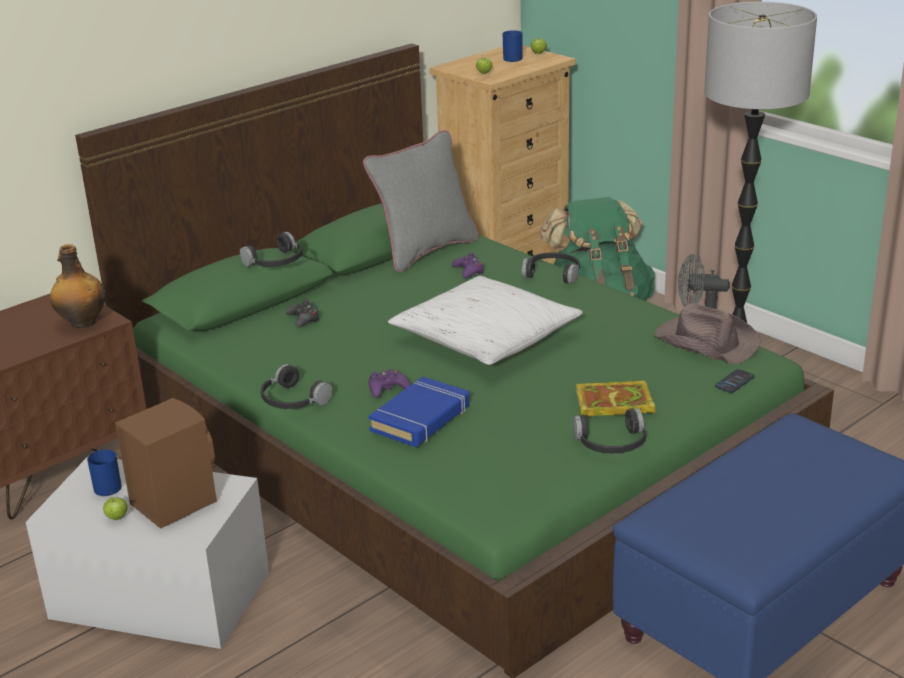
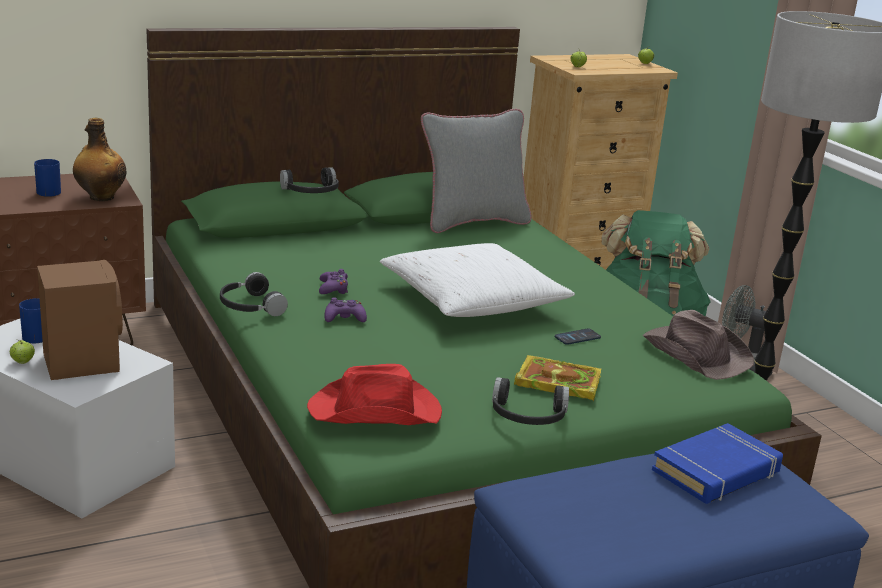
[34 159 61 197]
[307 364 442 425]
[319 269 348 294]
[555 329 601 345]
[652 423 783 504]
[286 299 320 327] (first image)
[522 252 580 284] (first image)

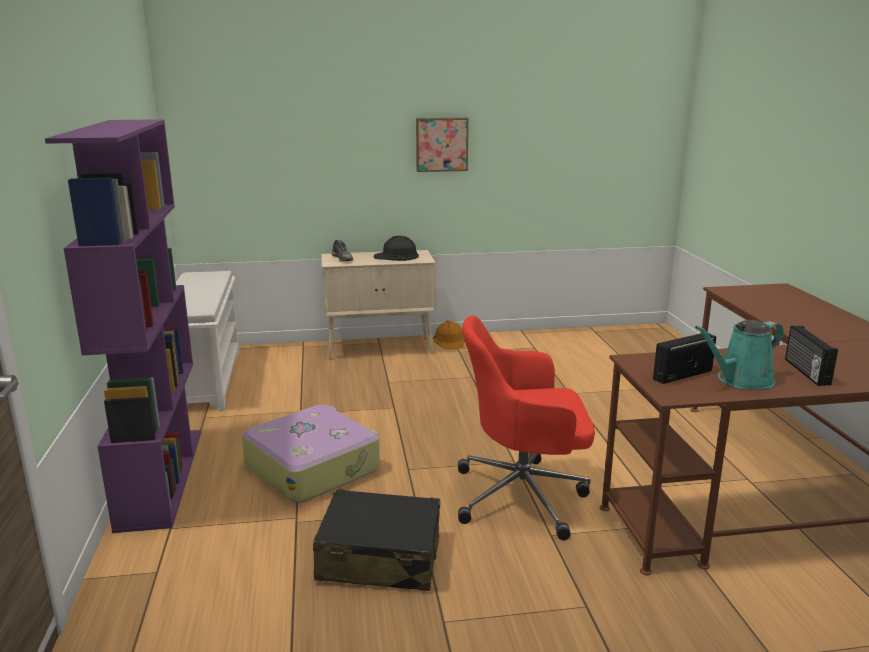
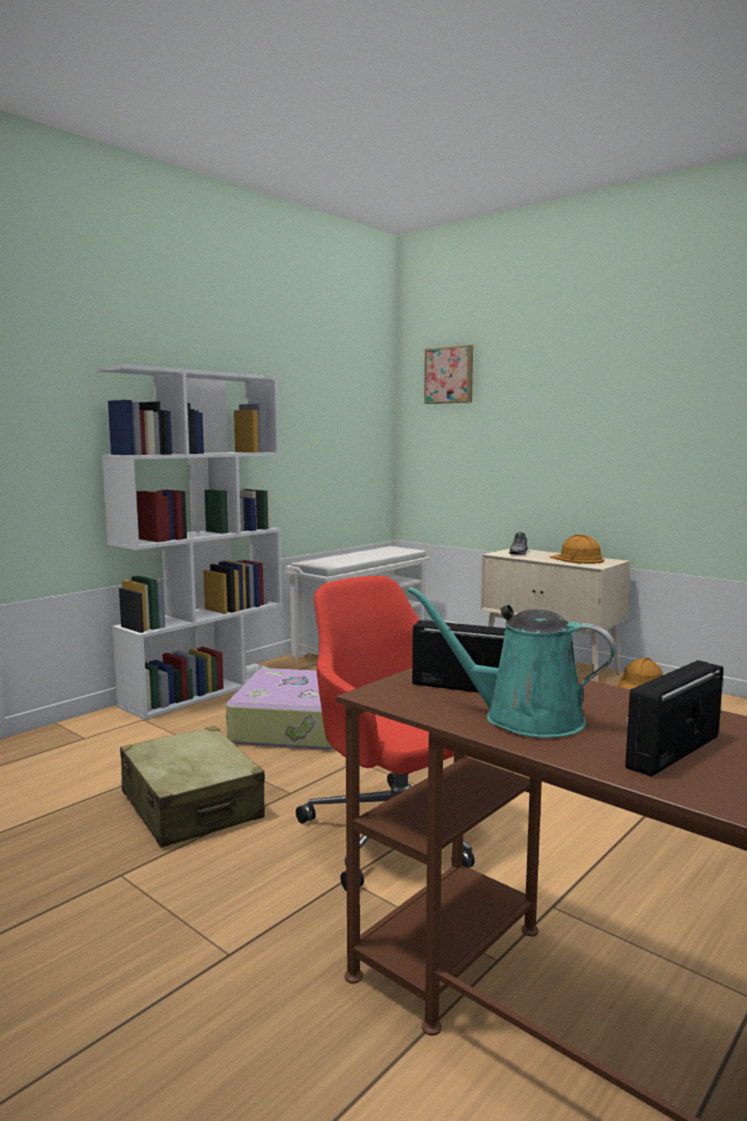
[96 364 282 720]
[120 726 265 848]
[424 345 473 404]
[550 534 604 564]

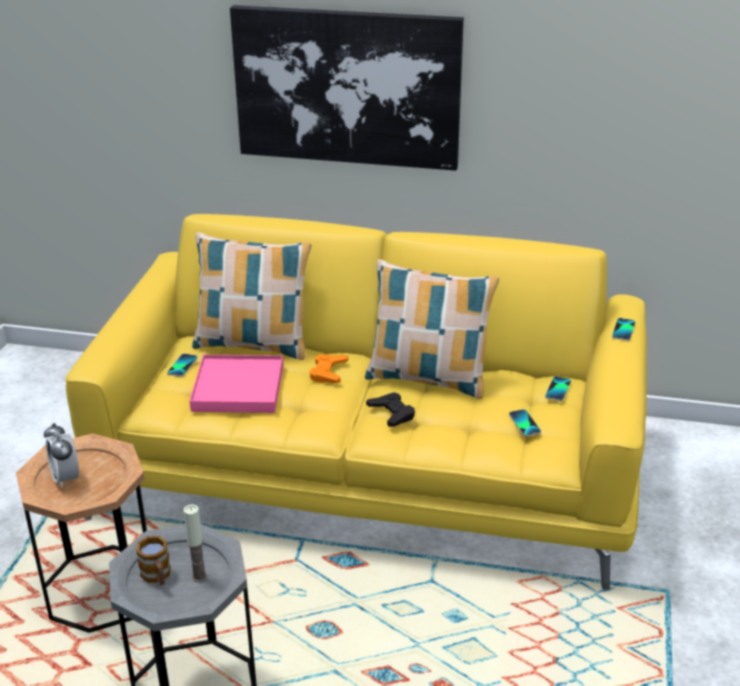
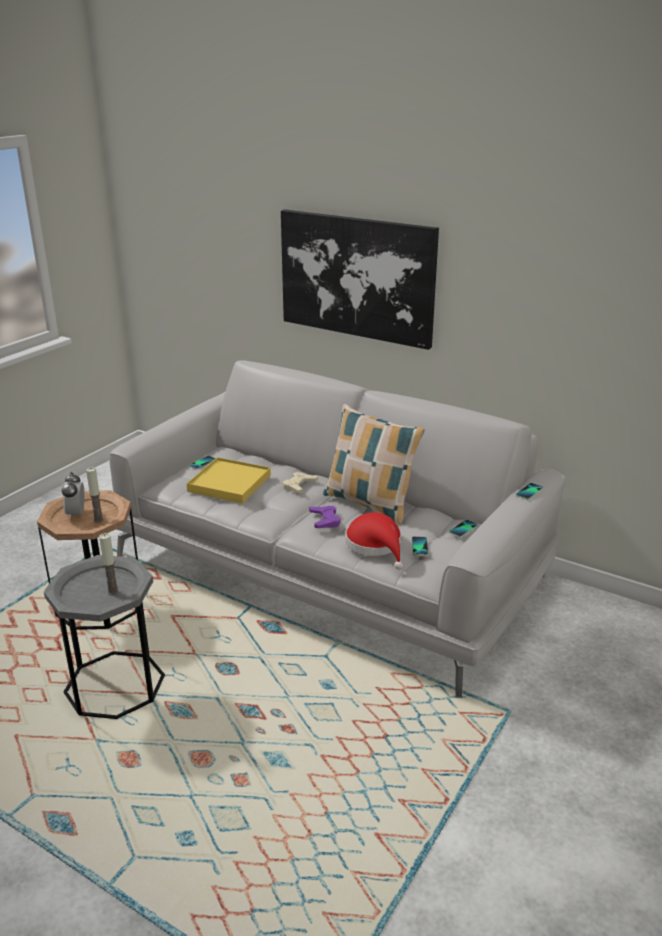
[86 467 104 523]
[109 360 566 697]
[187 457 271 504]
[283 472 318 493]
[309 506 340 528]
[345 512 403 570]
[136 536 171 585] (first image)
[192 232 311 360] (first image)

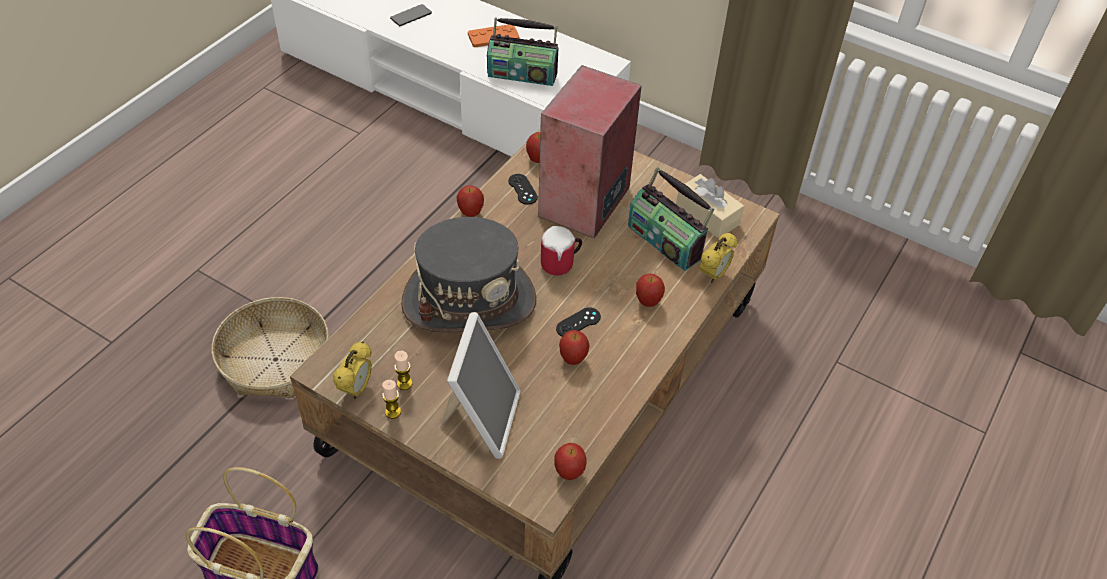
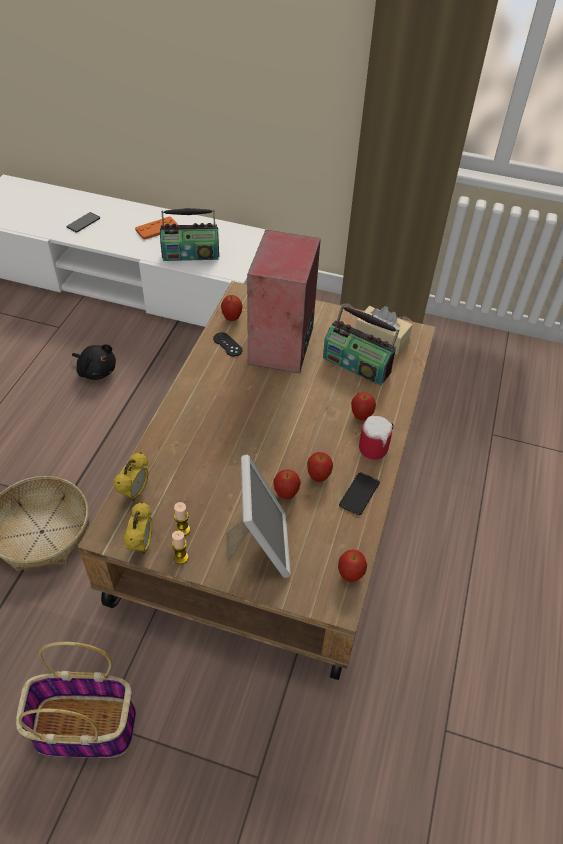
[72 344 116 380]
[113 452 149 502]
[274 470 301 499]
[339 472 380 515]
[359 416 394 460]
[401 217 536 333] (first image)
[556 307 601 337] (first image)

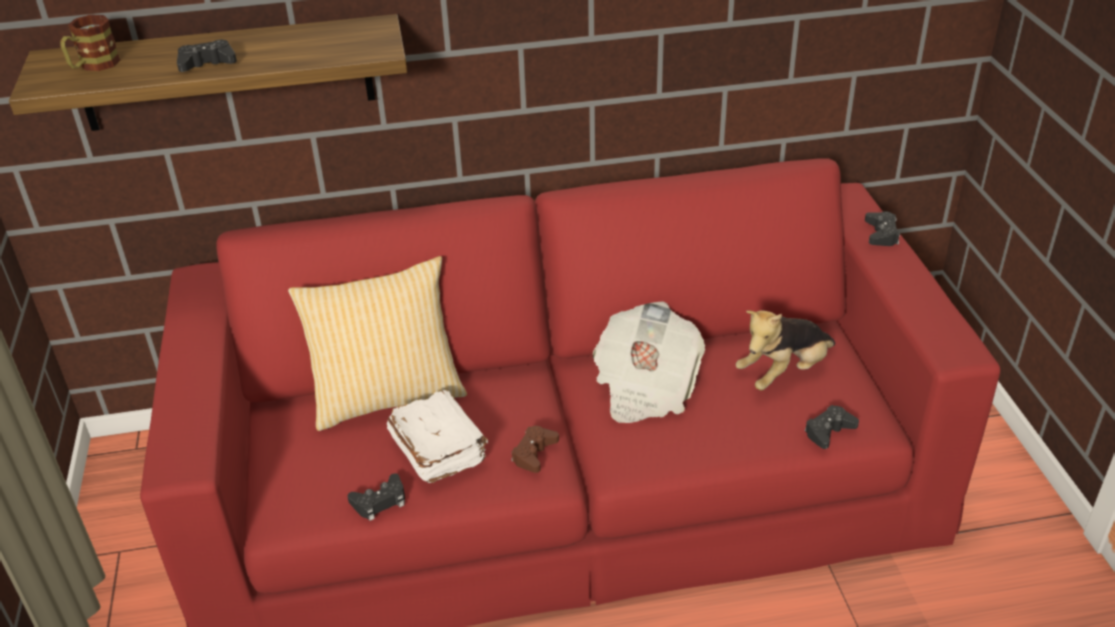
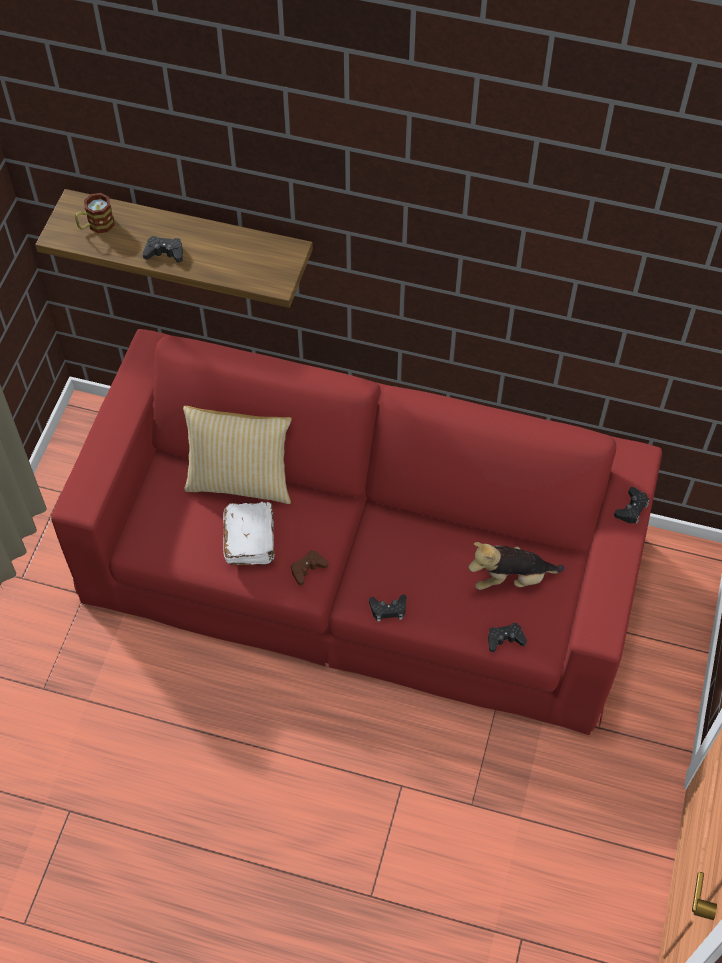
[369 594 407 622]
[593 302 705 423] (first image)

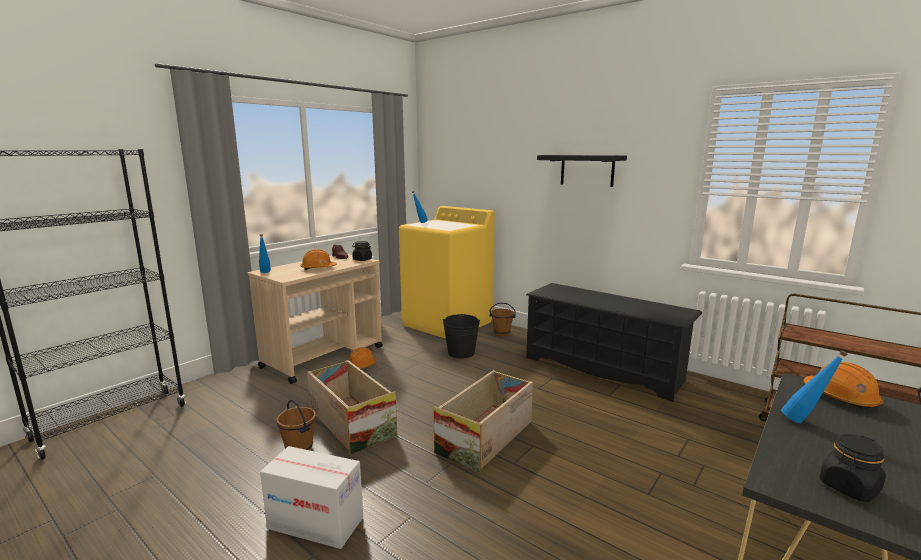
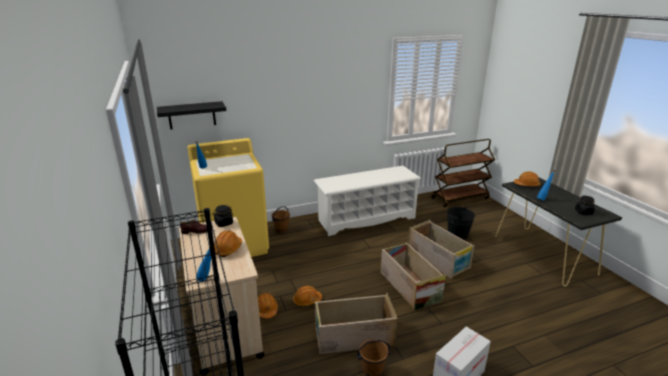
[157 101 226 130]
[293 286 322 306]
[314 166 421 236]
[408 220 474 279]
[447 207 475 240]

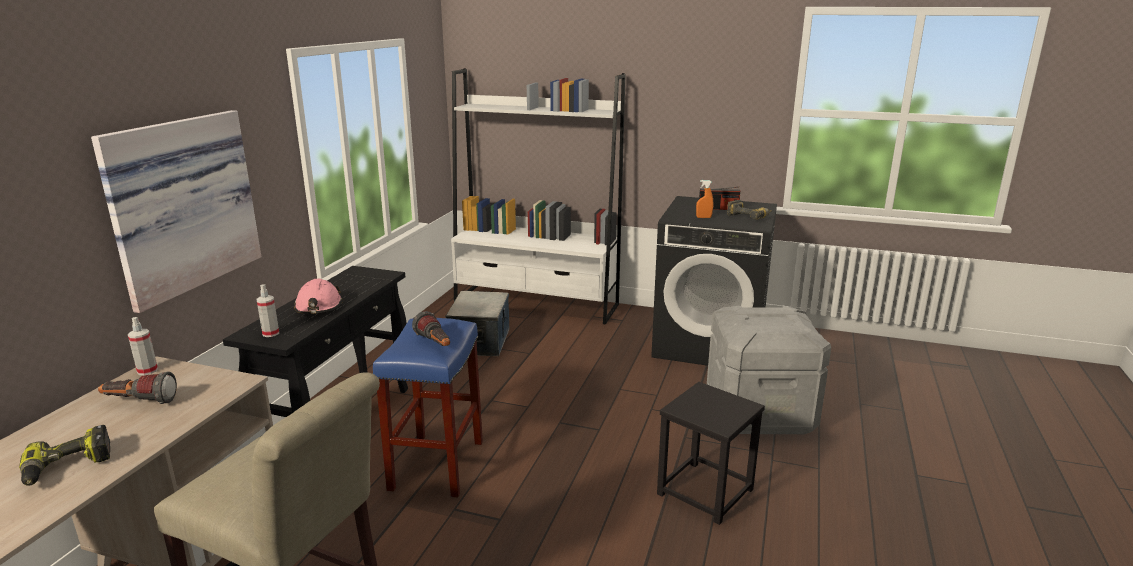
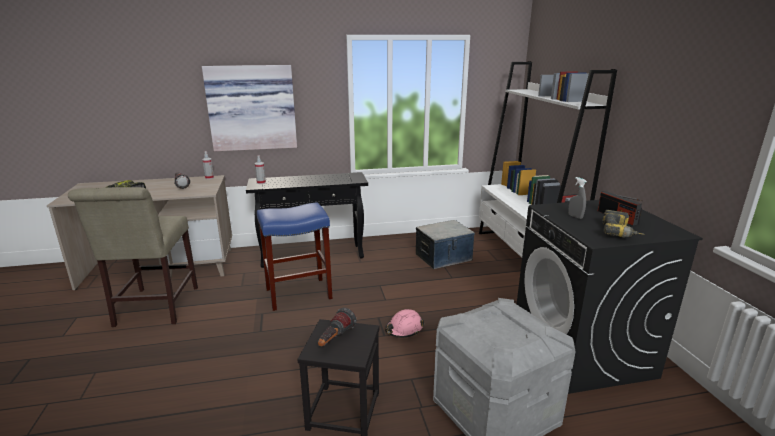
[318 307 357 347]
[385 309 424 338]
[568 177 587 219]

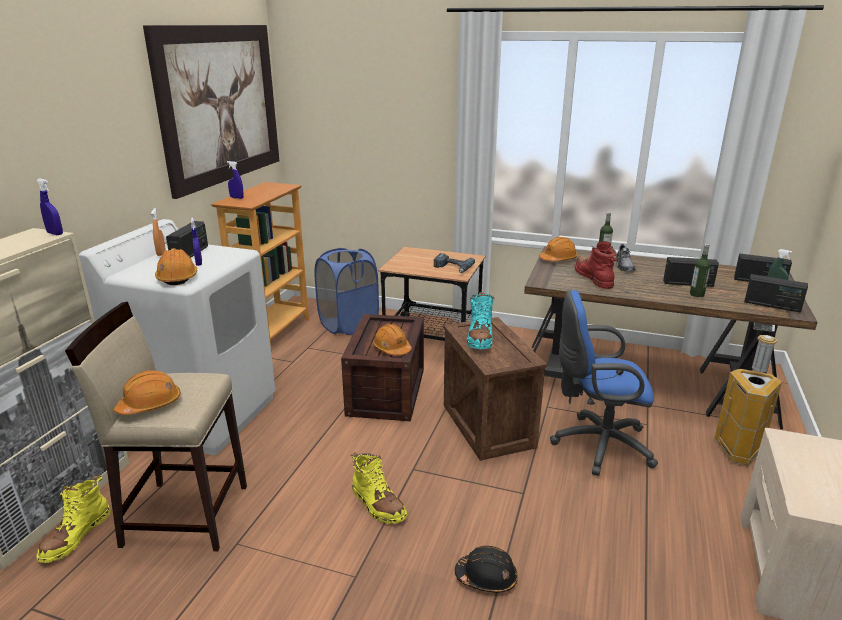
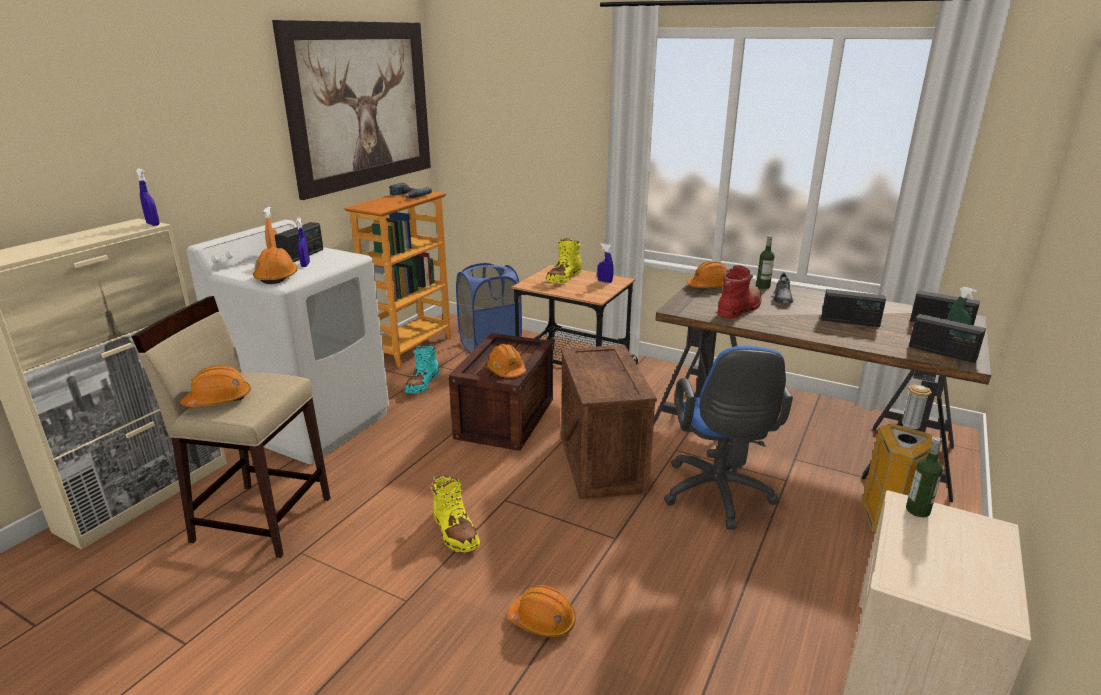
[389 183 432 198]
[405 344 439 393]
[508 585 576 637]
[546 238 582 283]
[597 243 614 283]
[664 346 793 530]
[717 265 762 319]
[906 437 943 517]

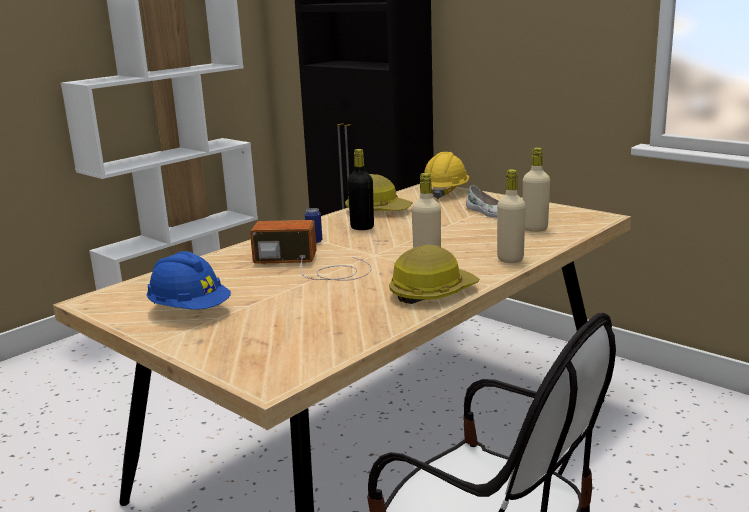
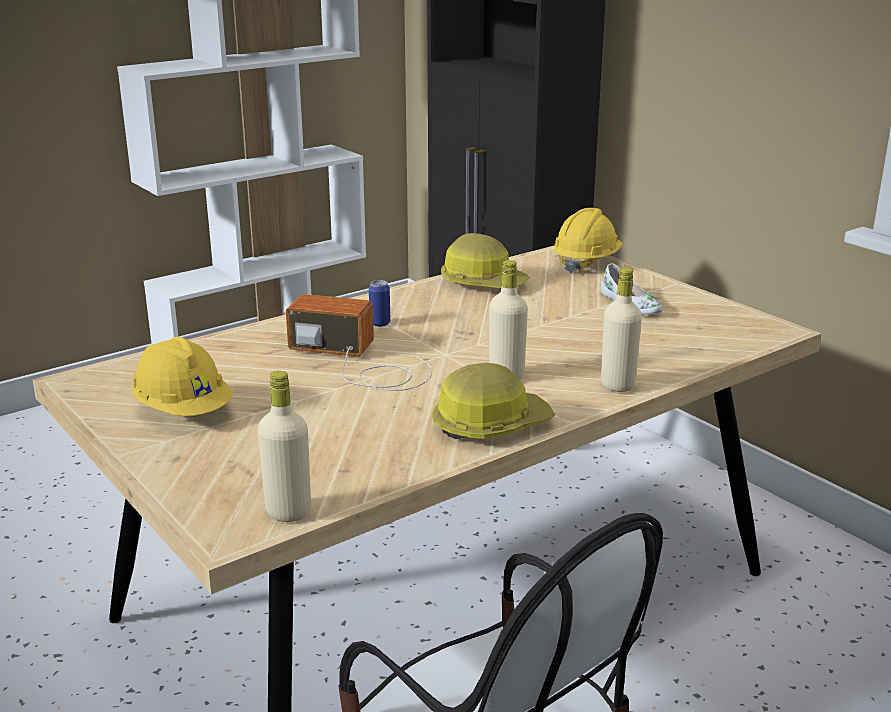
[132 337 233 416]
[258 371 311 522]
[347 149 374 230] (first image)

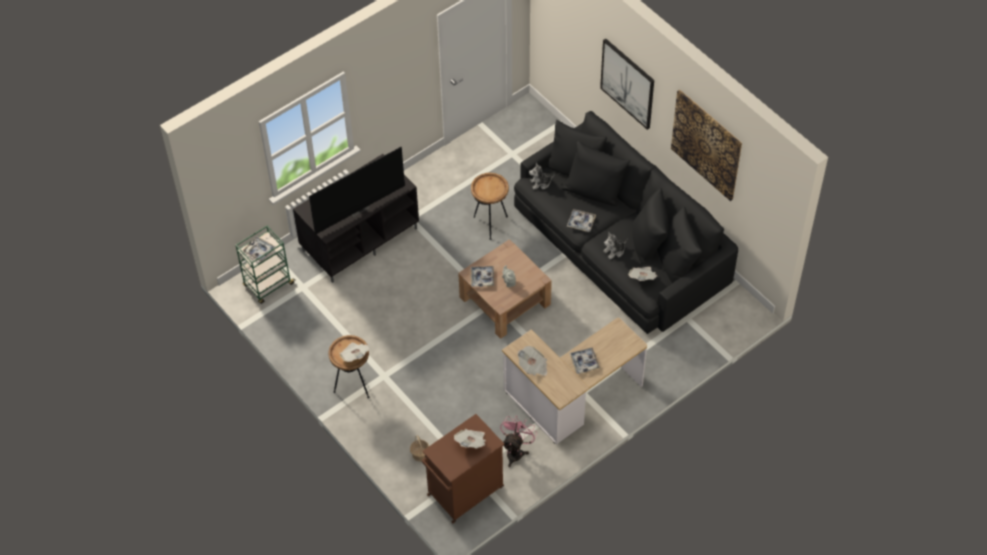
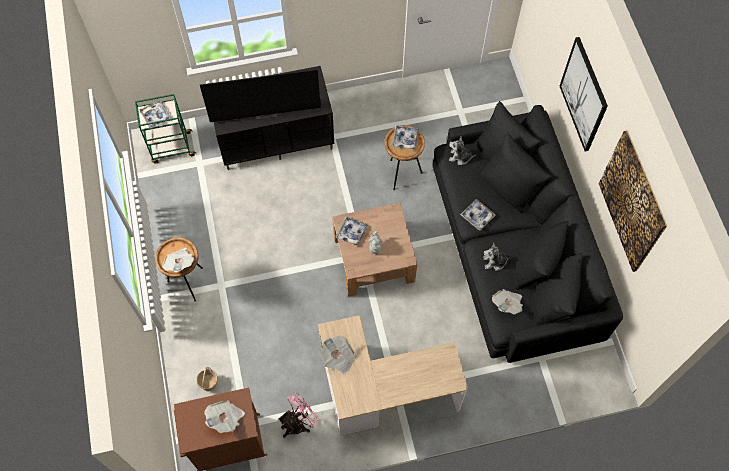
[391 125 419 150]

